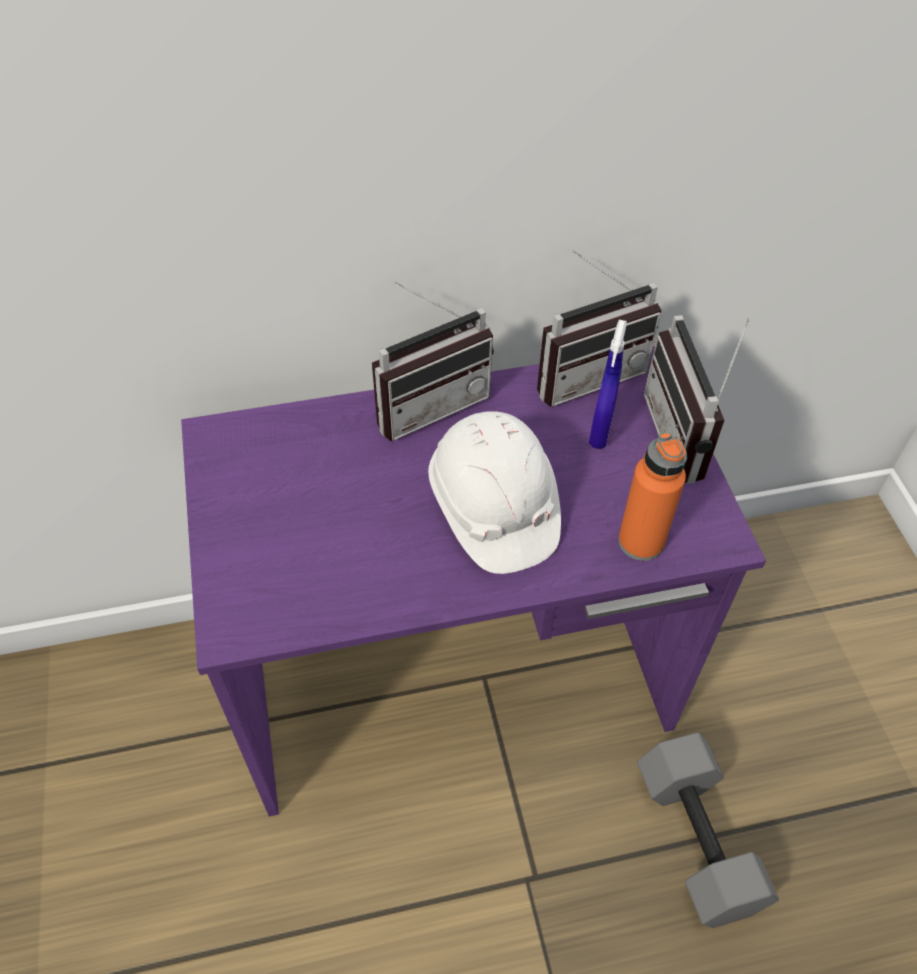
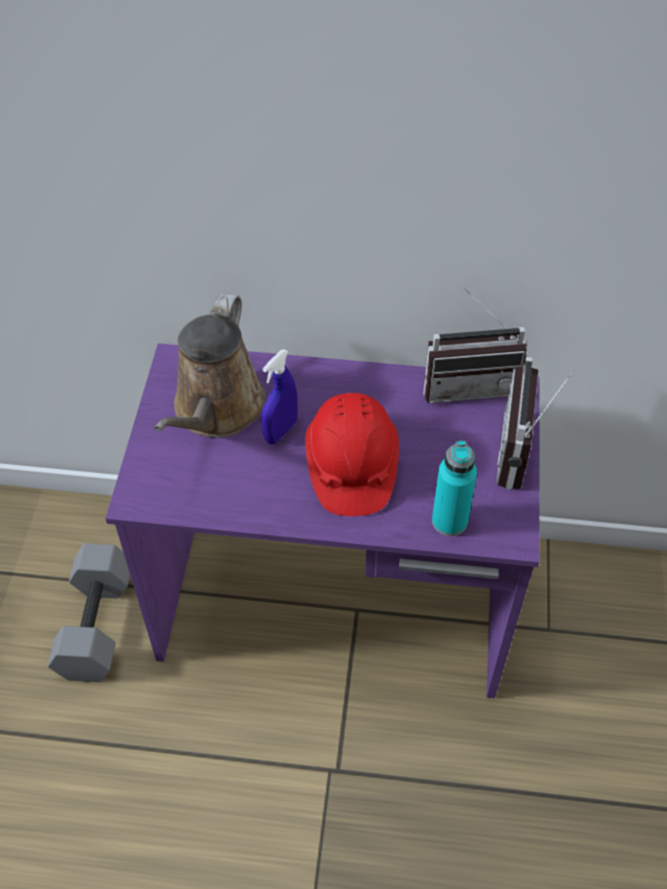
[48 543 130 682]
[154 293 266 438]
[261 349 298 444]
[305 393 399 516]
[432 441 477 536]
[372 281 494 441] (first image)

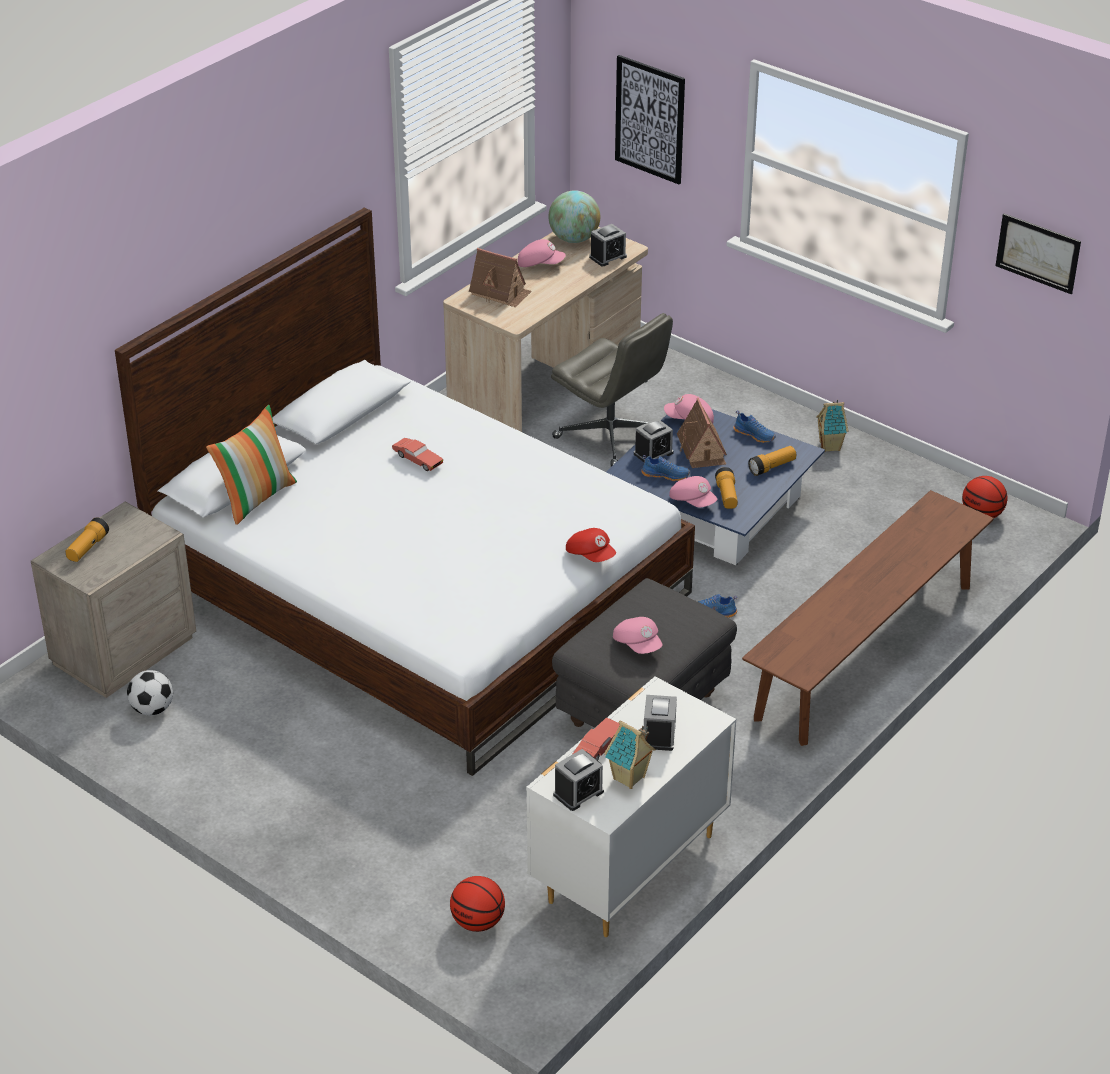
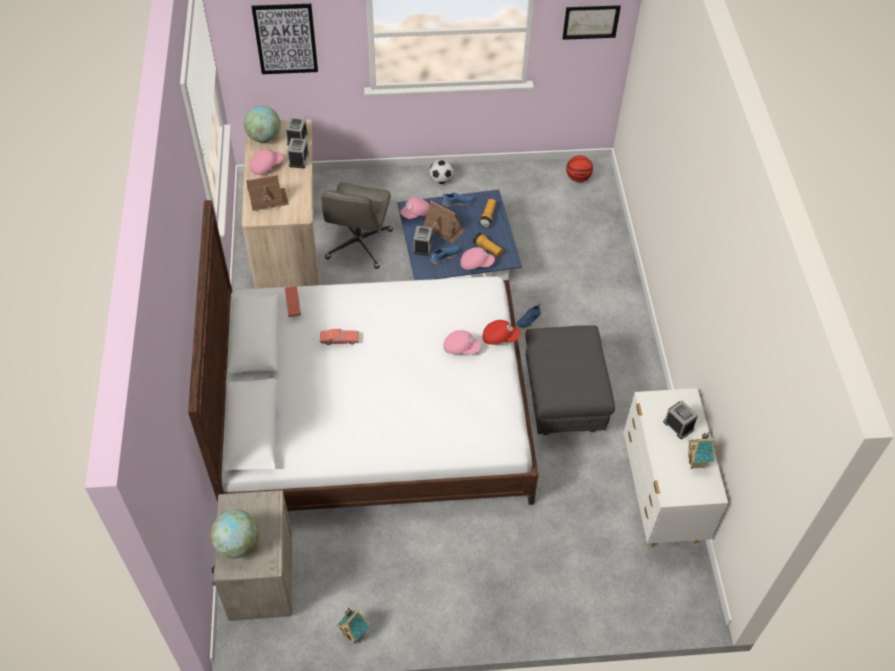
[211 510 260 558]
[285 286 301 317]
[287 138 309 168]
[321 183 393 269]
[337 608 370 644]
[429 159 454 184]
[443 330 481 354]
[206 405 297 525] (first image)
[450 876 505 932] (first image)
[742 490 994 746] (first image)

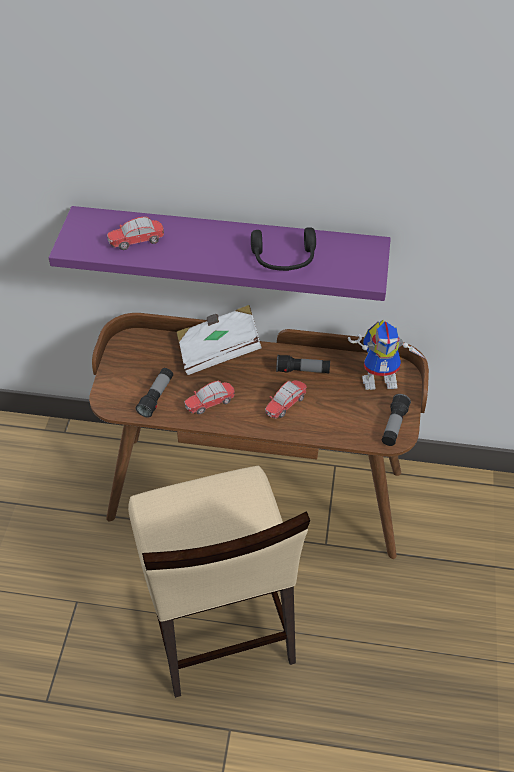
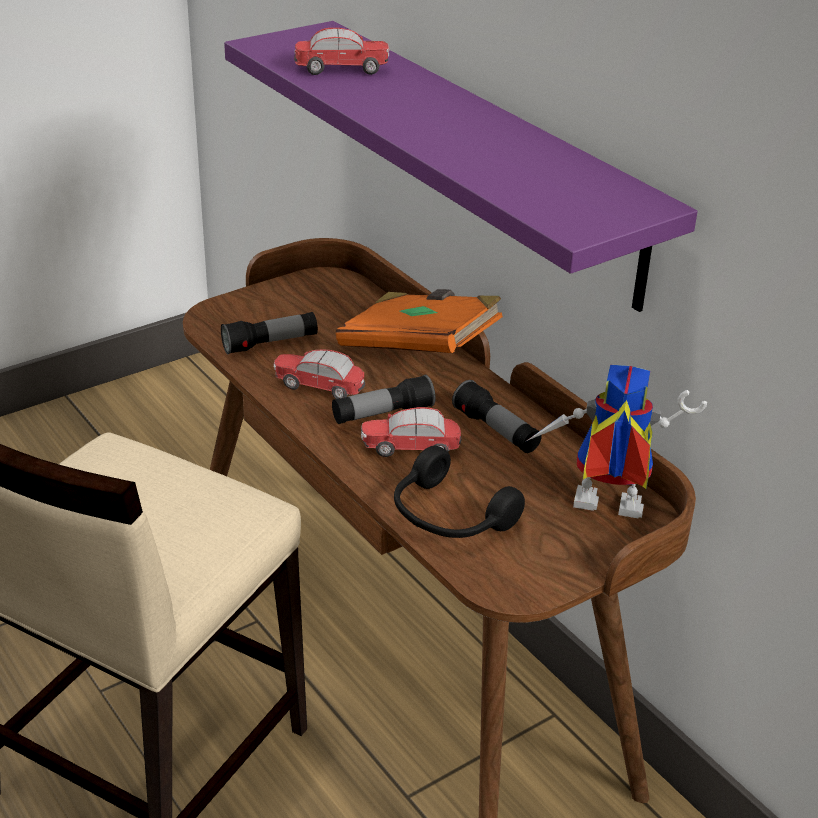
[294 28 389 75]
[332 375 435 424]
[336 289 503 353]
[394 446 525 538]
[525 365 707 518]

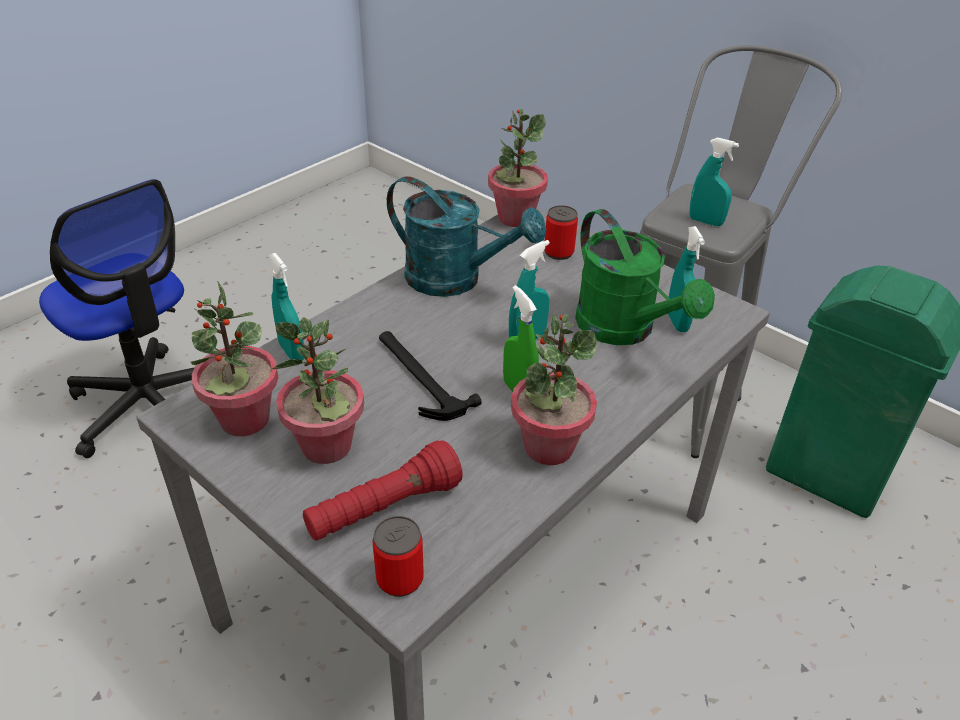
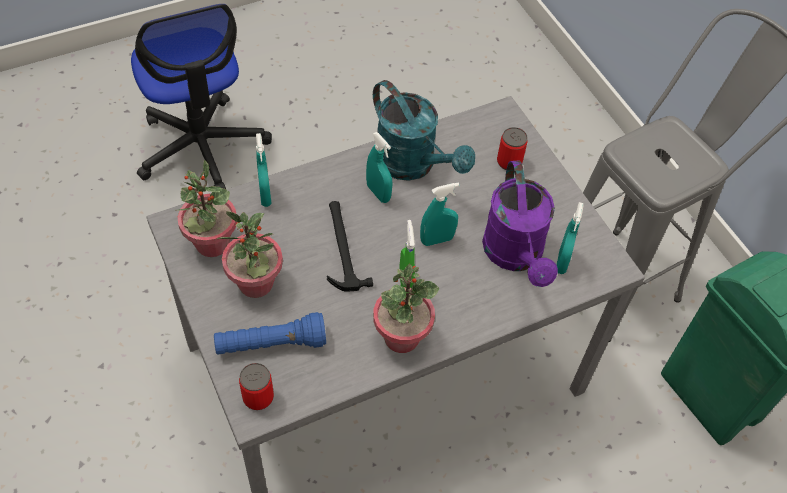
[214 312 326 355]
[366 132 393 203]
[482 161 558 287]
[488 109 548 227] (first image)

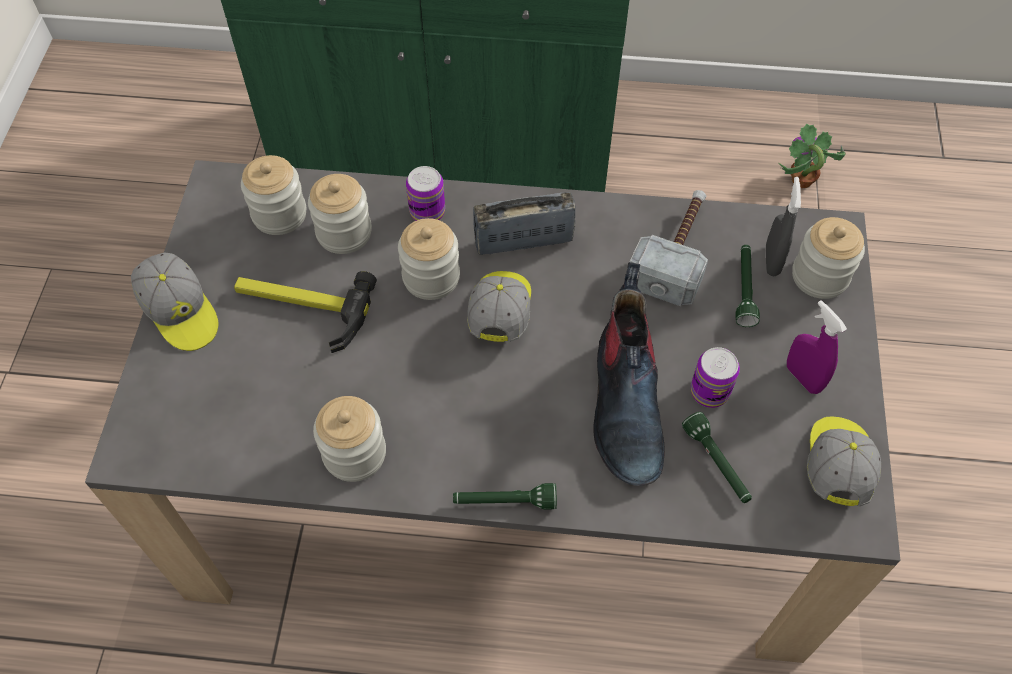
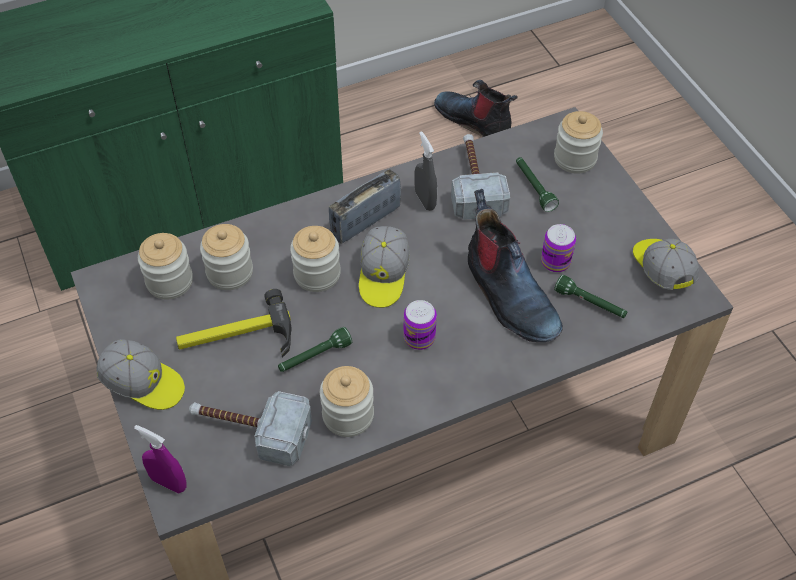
[134 425 187 493]
[189 391 312 466]
[278 327 352 372]
[359 226 410 308]
[404 300 437 350]
[415 131 437 211]
[434 80 518 137]

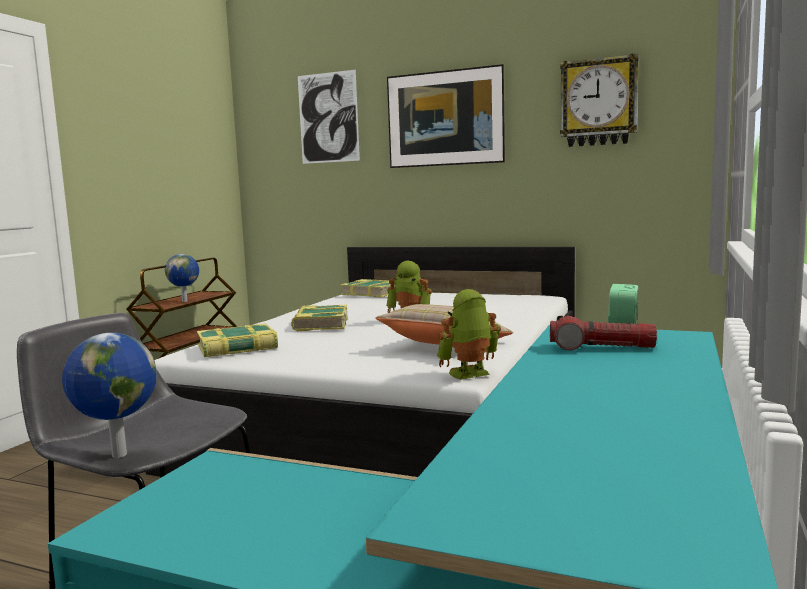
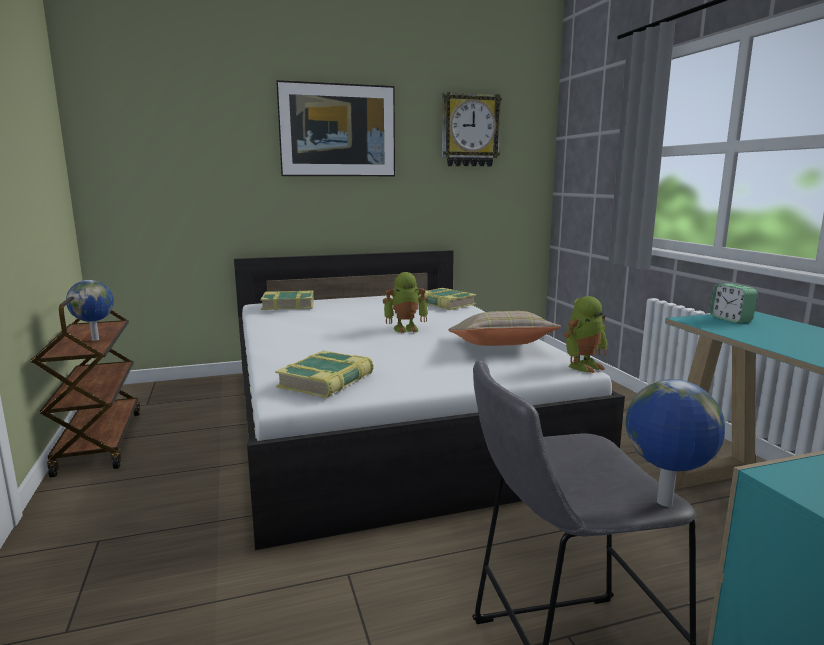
[418 288 476 310]
[564 296 608 373]
[298 70 360 164] (first image)
[550 316 657 351] (first image)

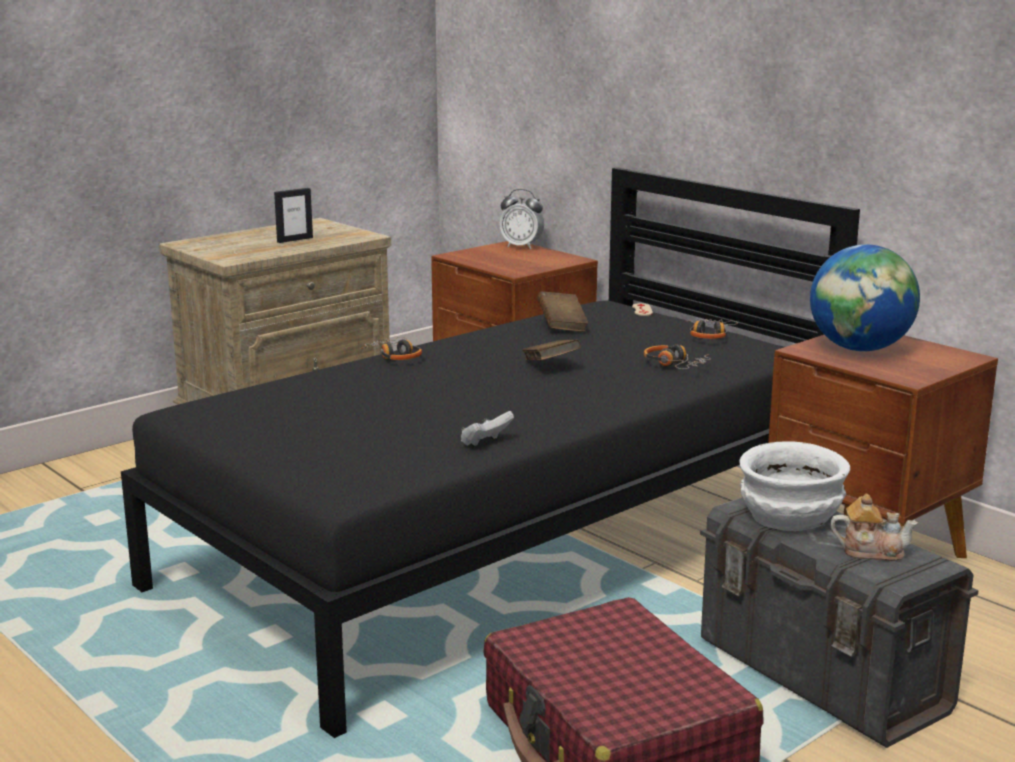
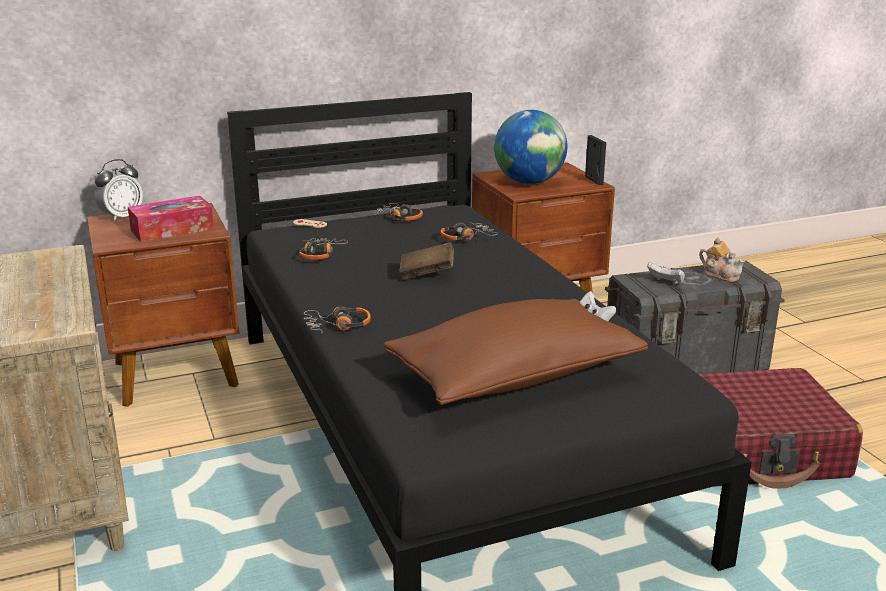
[128 195 214 242]
[299 238 348 260]
[384 299 648 405]
[585 135 606 185]
[647 262 685 285]
[699 238 745 282]

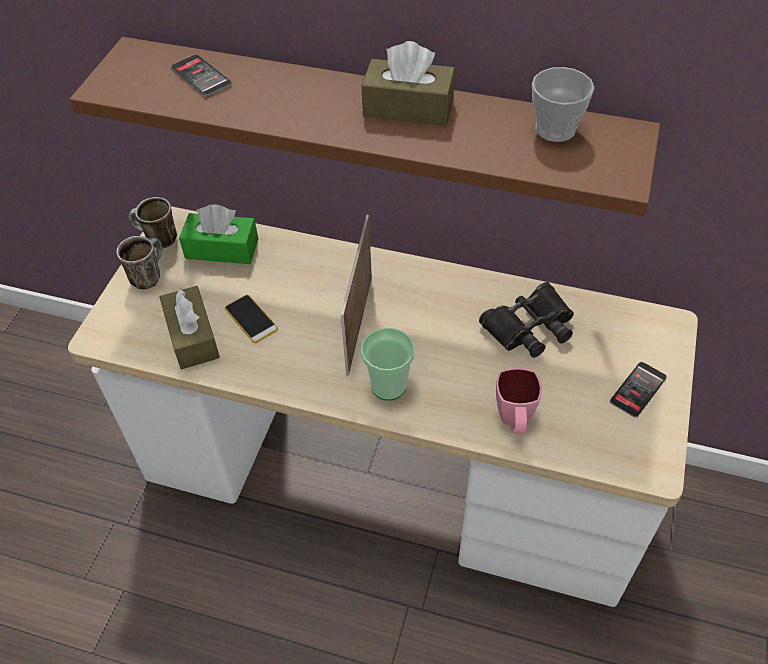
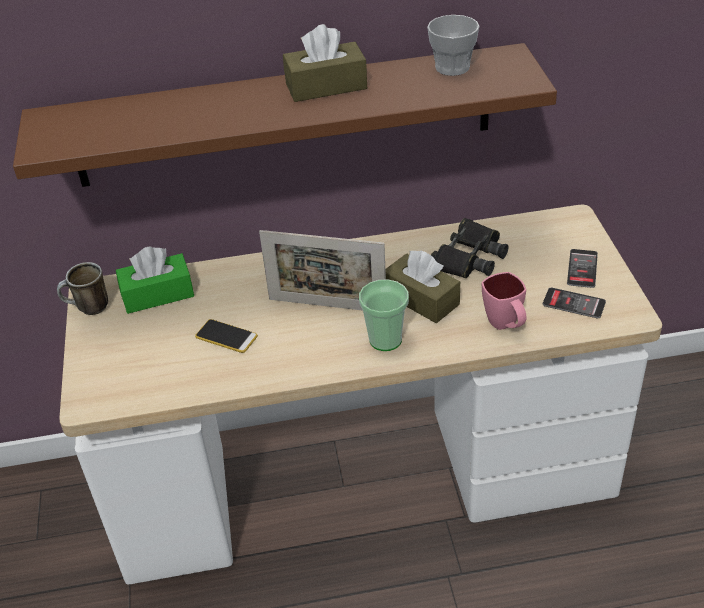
[259 230 386 311]
[385 251 460 323]
[543 287 606 318]
[117 236 163 289] (first image)

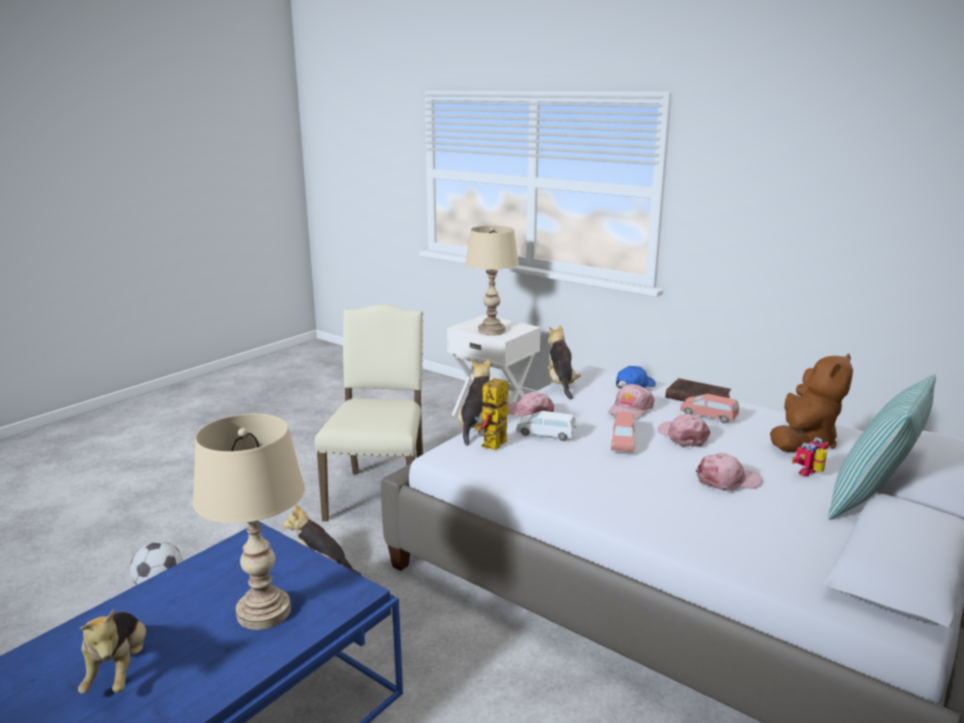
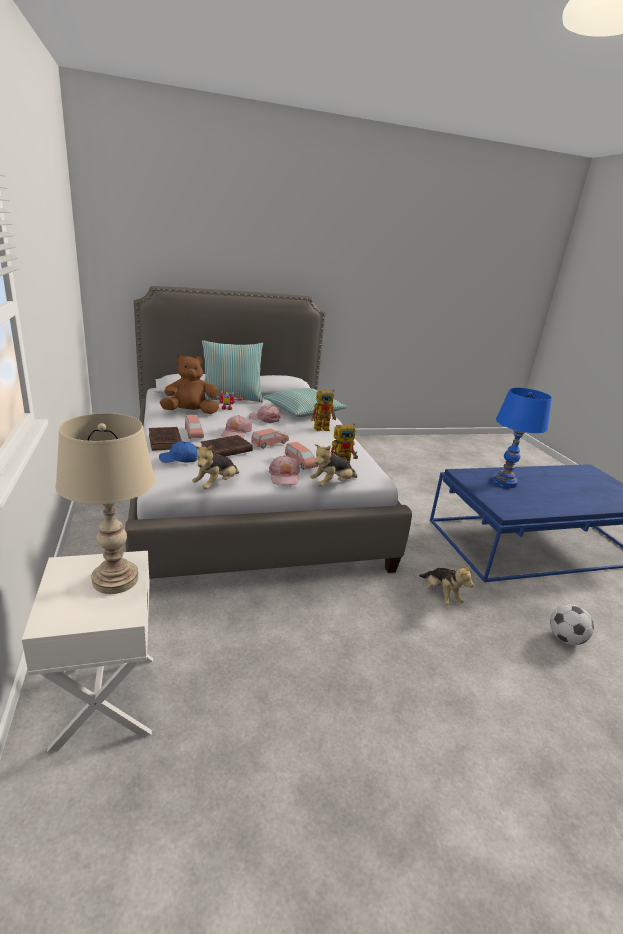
[201 435 253 457]
[263 388 347 417]
[285 442 319 470]
[311 389 336 431]
[492 388 552 488]
[78 608 146 694] (first image)
[315 304 423 521] (first image)

